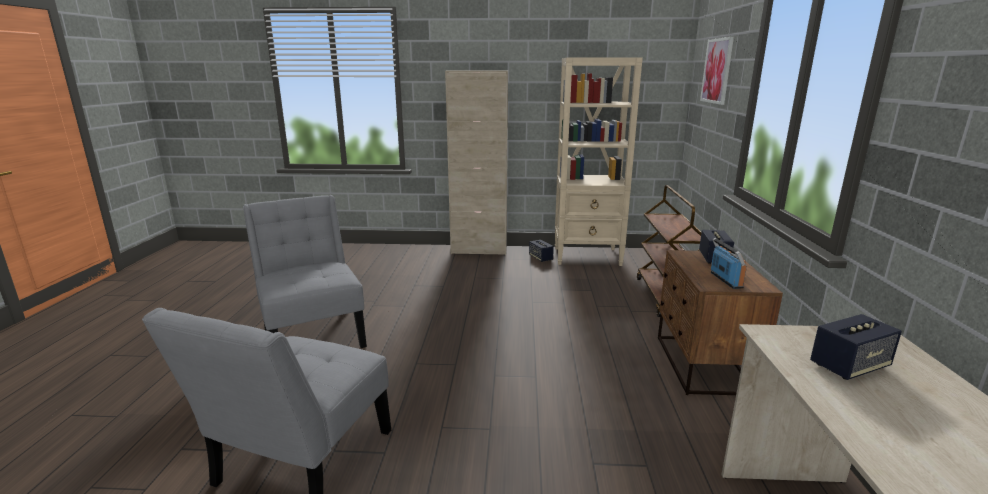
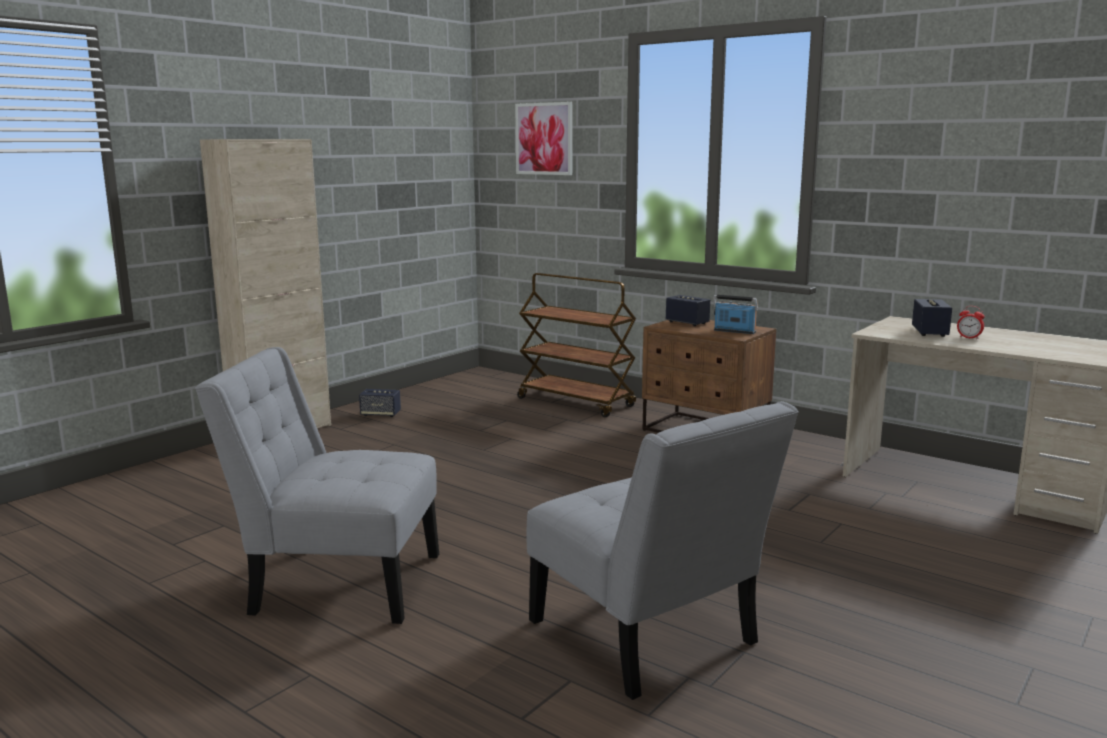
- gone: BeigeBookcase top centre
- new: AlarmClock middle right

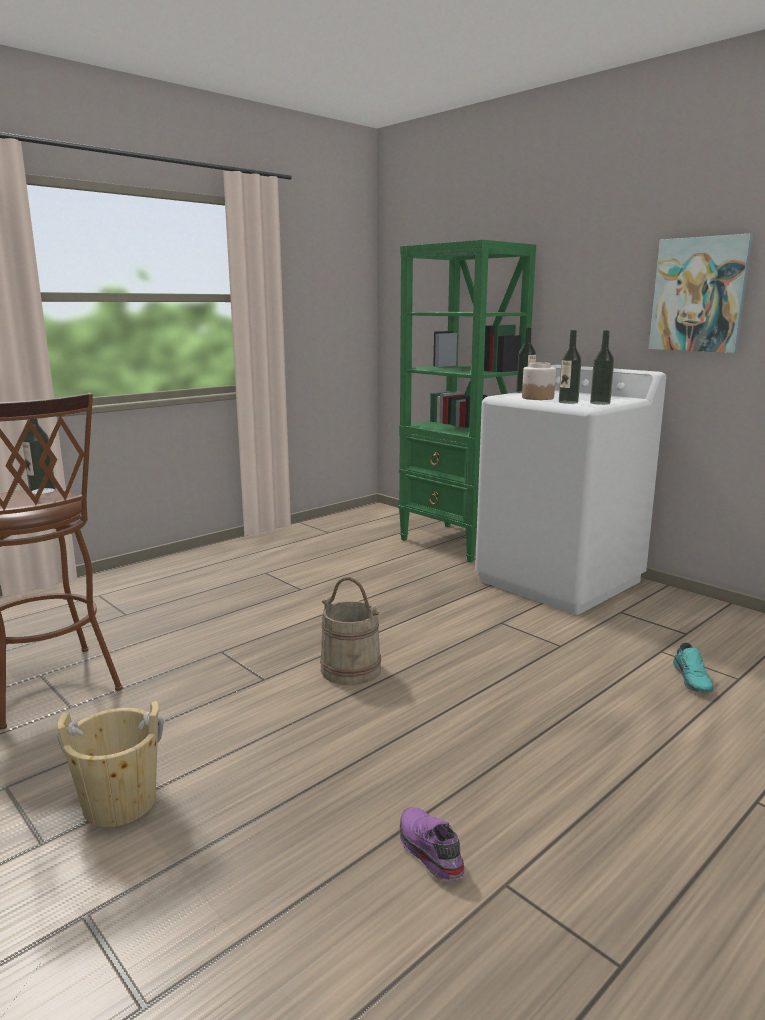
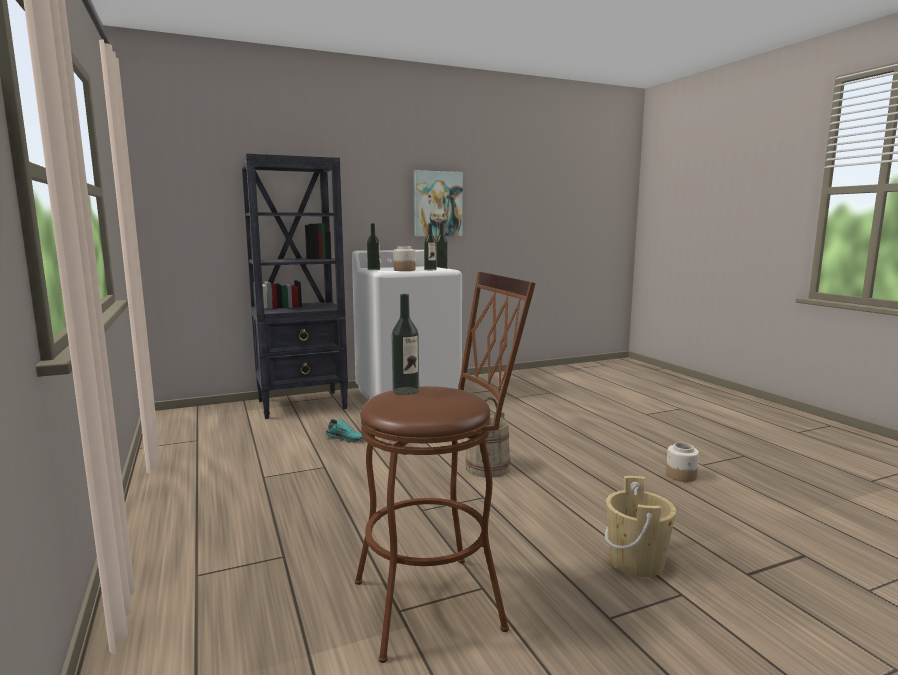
- repainted: GreenBookcase centre to BlackBookcase middle left
- shifted: TurquoiseShoe middle right to centre
- swapped: PurpleShoe bottom centre to Jar (no. 2 from left) bottom right

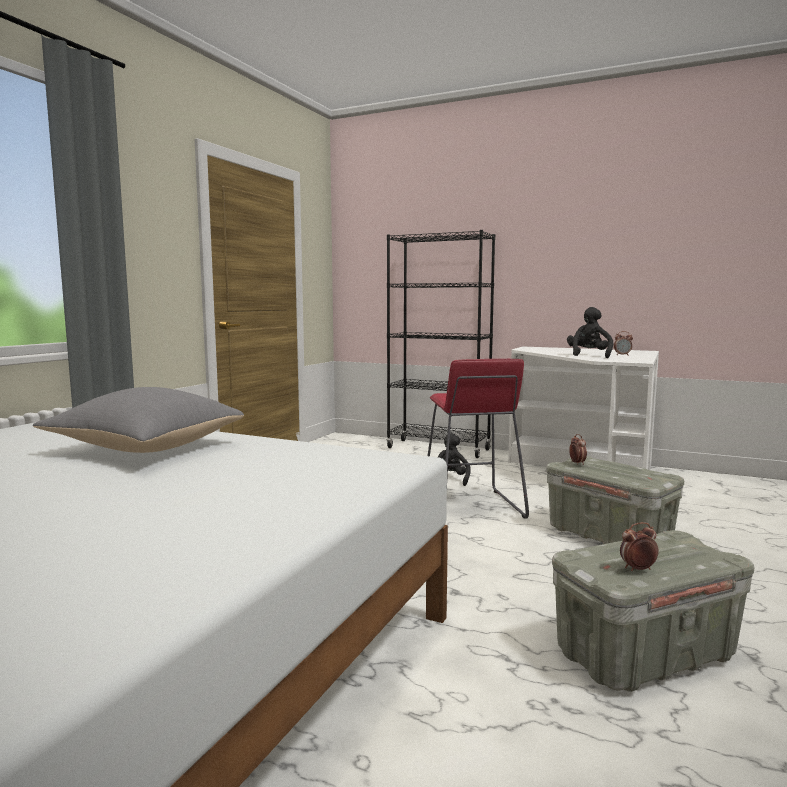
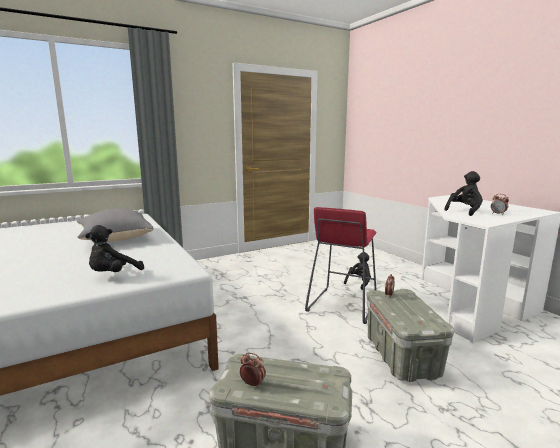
- gone: BlackBookcase centre
- new: BlackPlushToy (no. 1 from left) middle left

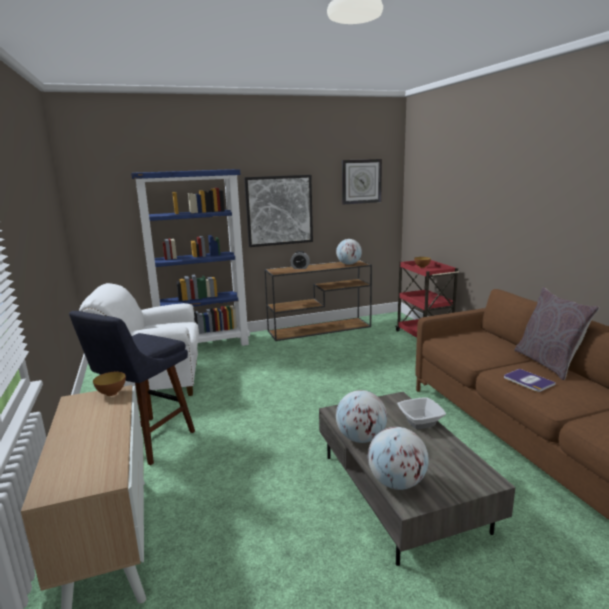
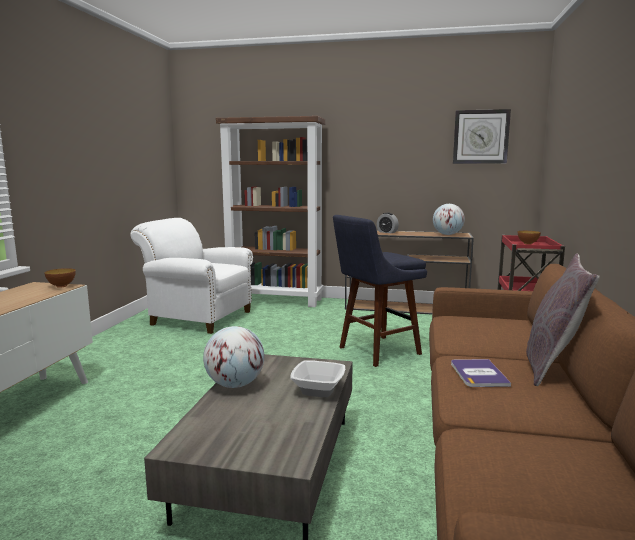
- repainted: BlueBookcase middle left to BrownBookcase centre
- gone: Picture centre
- shifted: BlueStool middle left to centre
- gone: Globe (no. 3 from left) bottom centre

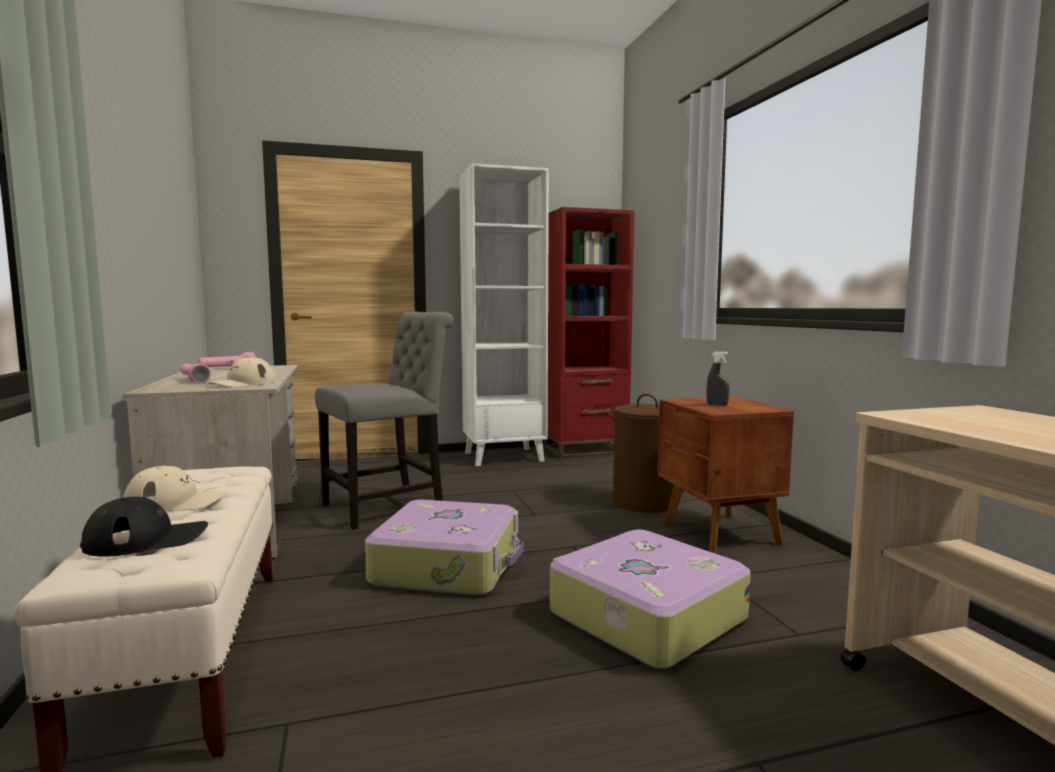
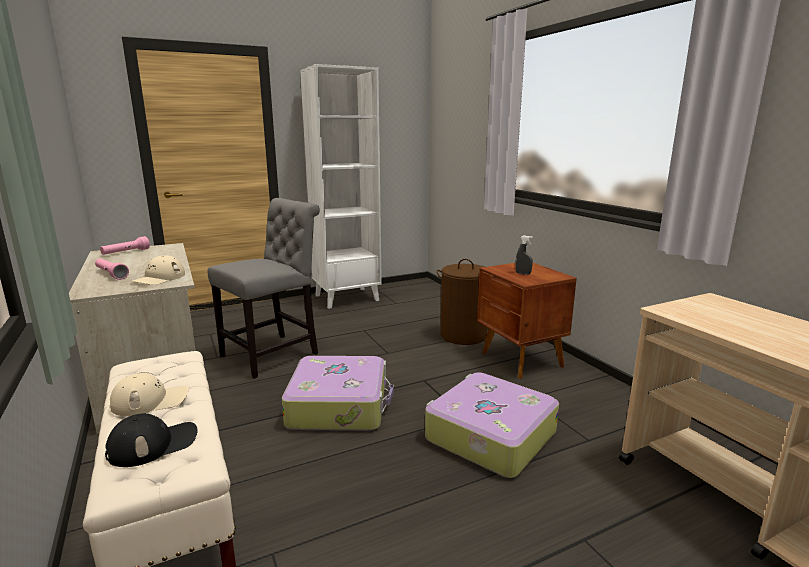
- gone: RedBookcase centre

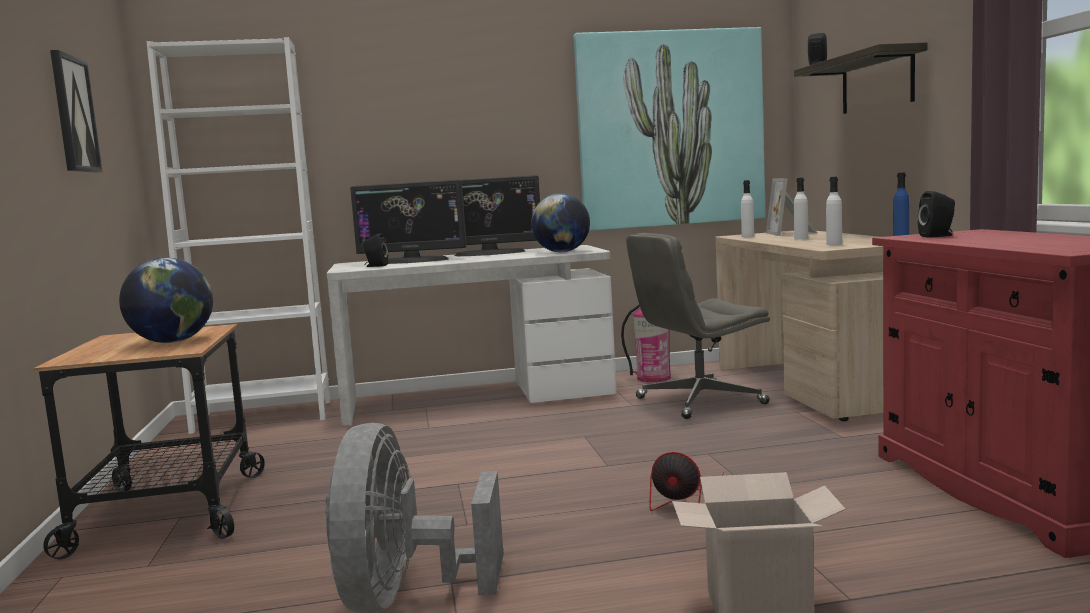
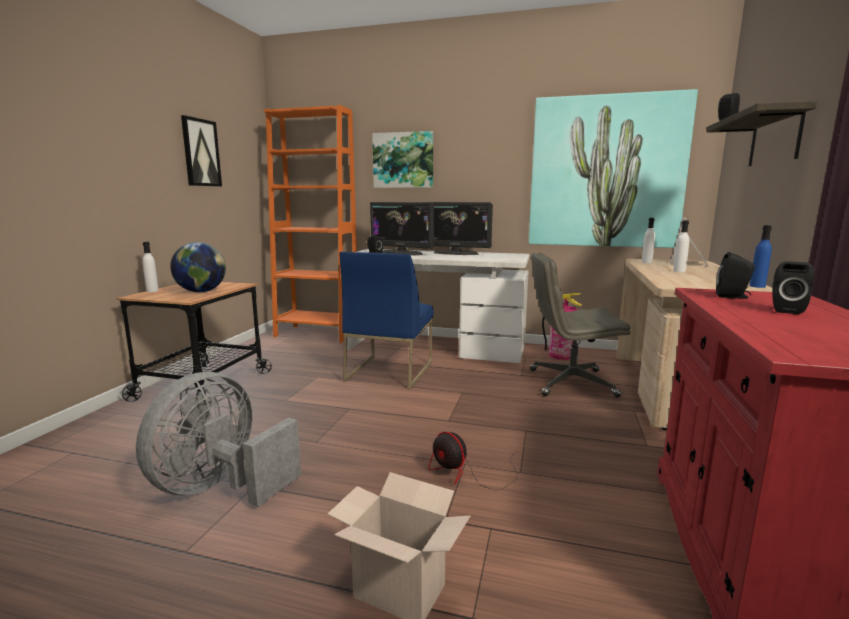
- repainted: WhiteBookcase middle left to OrangeBookcase centre
- shifted: WhiteBottle (no. 3 from left in the first image) middle right to WhiteBottle (no. 1 from left) middle left
- gone: Globe (no. 2 from left) centre
- new: Picture (no. 2 from left) top centre
- new: BlueChair centre
- new: BlackSpeaker (no. 4 from left) middle right

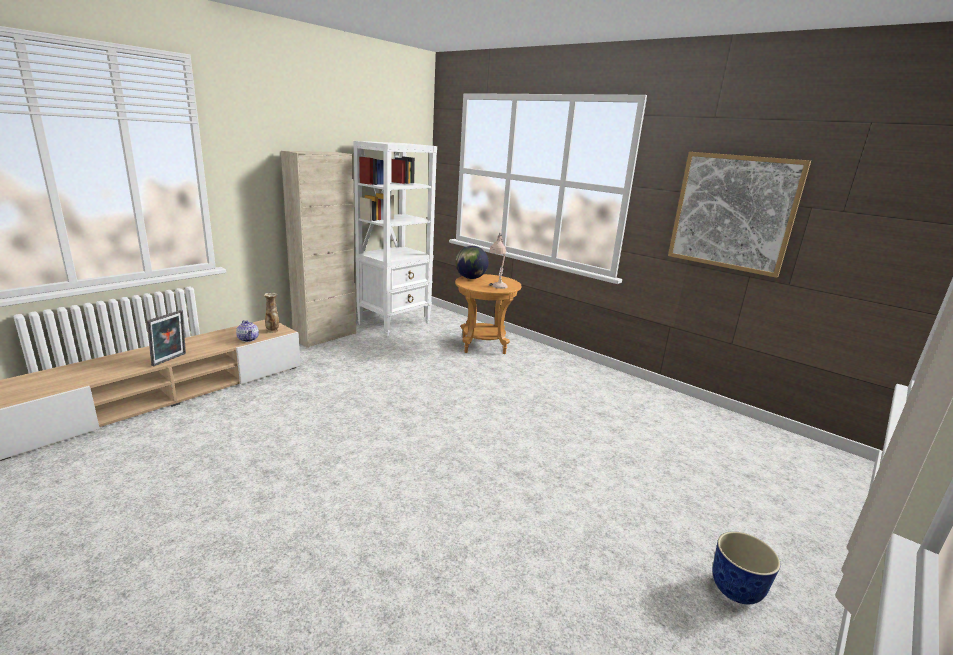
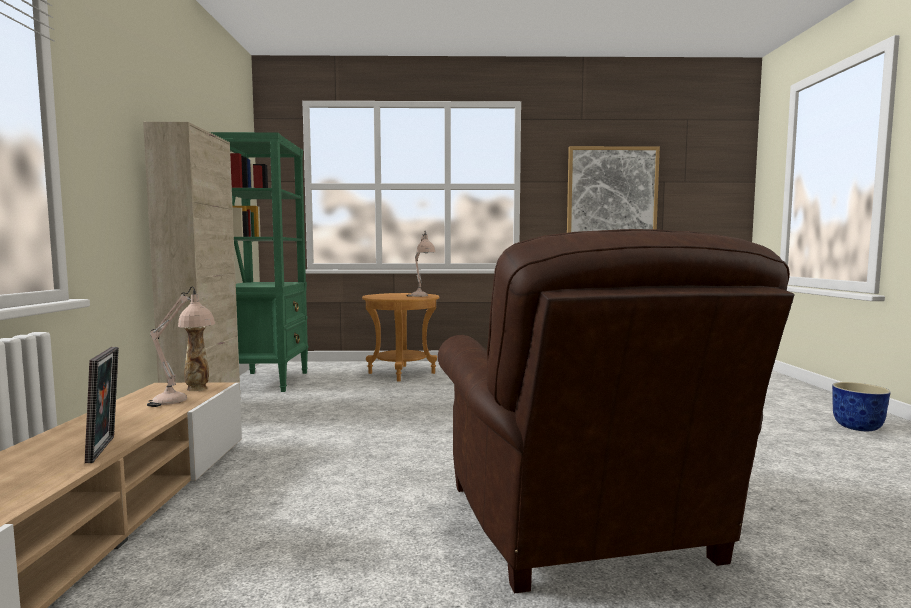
- repainted: WhiteBookcase centre to GreenBookcase middle left
- gone: Globe centre
- swapped: Teapot middle left to BeigeTableLamp (no. 1 from left) middle left
- new: BrownArmchair bottom right

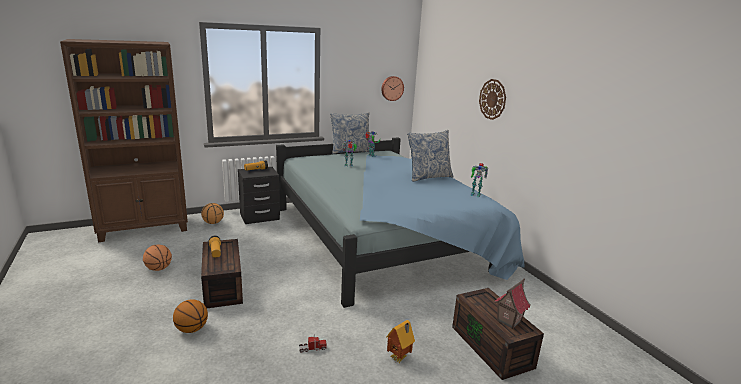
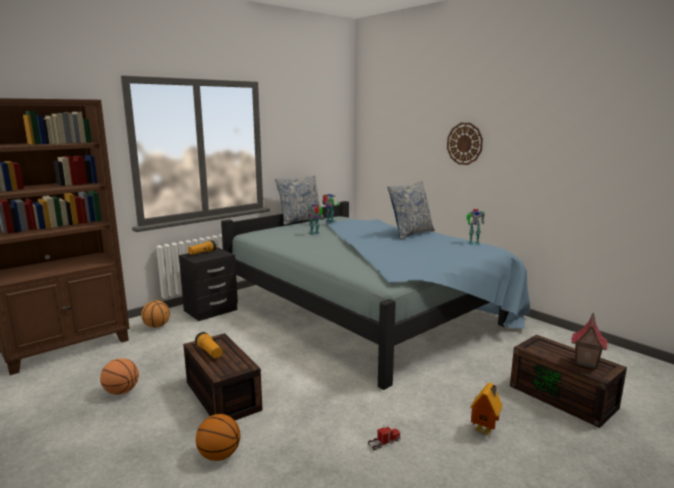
- gone: WallClock (no. 1 from left) top centre

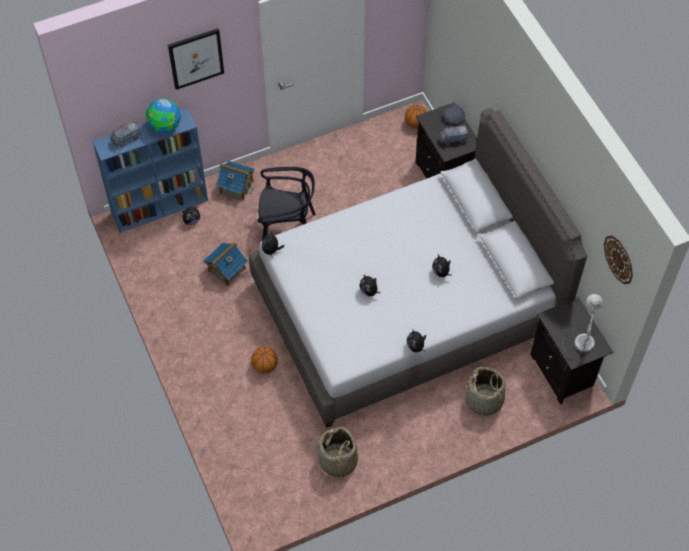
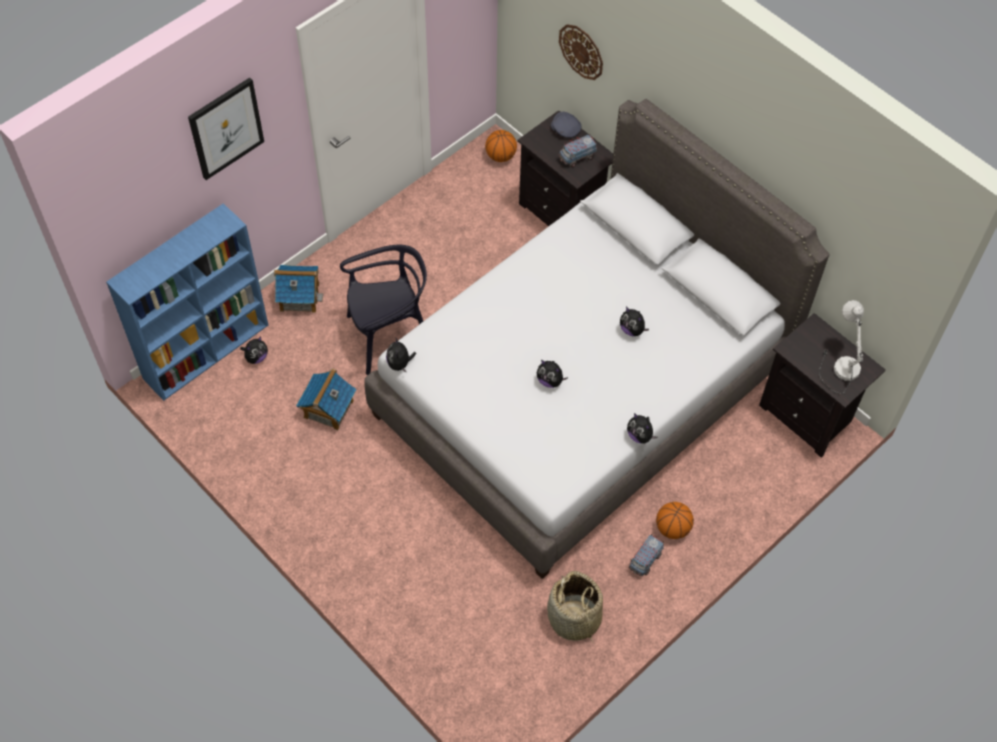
- gone: Globe top left
- shifted: ToyTruck (no. 1 from left in the first image) top left to ToyTruck (no. 2 from left) bottom centre
- shifted: WallClock middle right to top centre
- shifted: Basketball (no. 1 from left in the first image) centre to Basketball (no. 2 from left) bottom right
- gone: Basket (no. 2 from left) bottom right

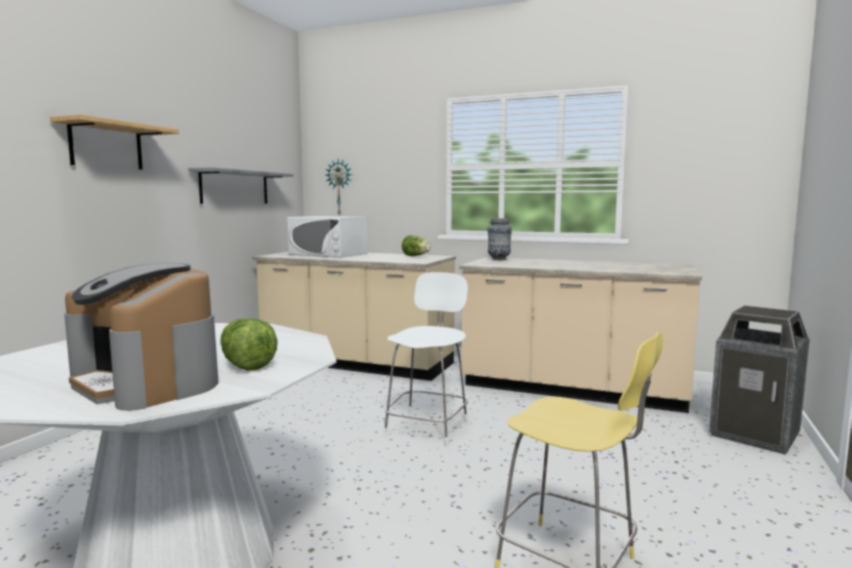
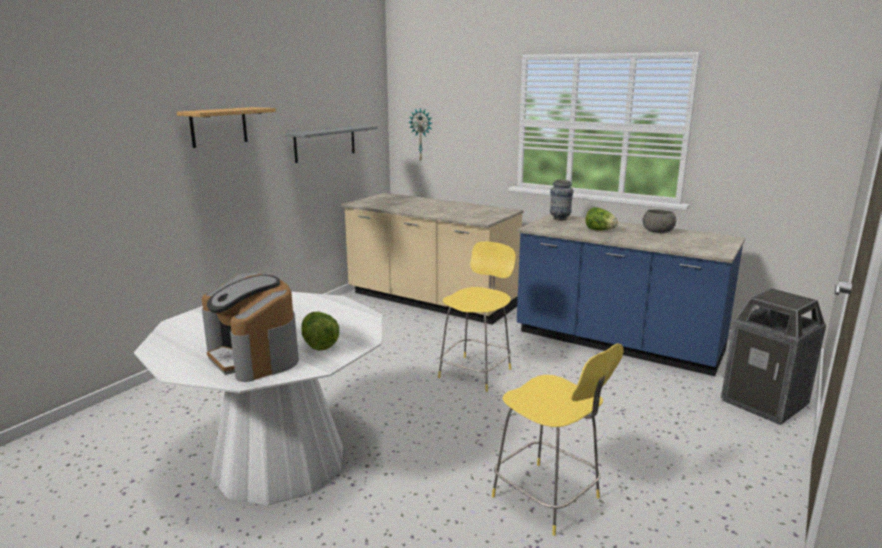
- gone: WhiteMicrowave centre
- shifted: Lettuce (no. 2 from left) centre to middle right
- repainted: BeigeCounter (no. 2 from left) middle right to BlueCounter middle right
- repainted: WhiteStool centre to YellowStool (no. 1 from left) centre
- new: GreyBowl middle right

